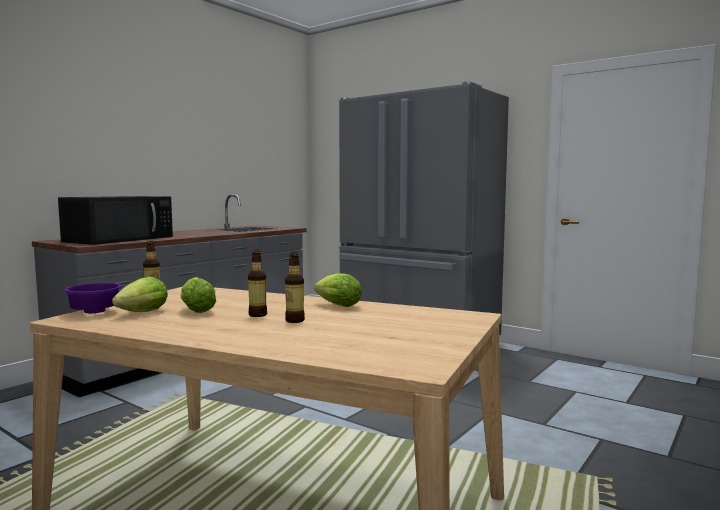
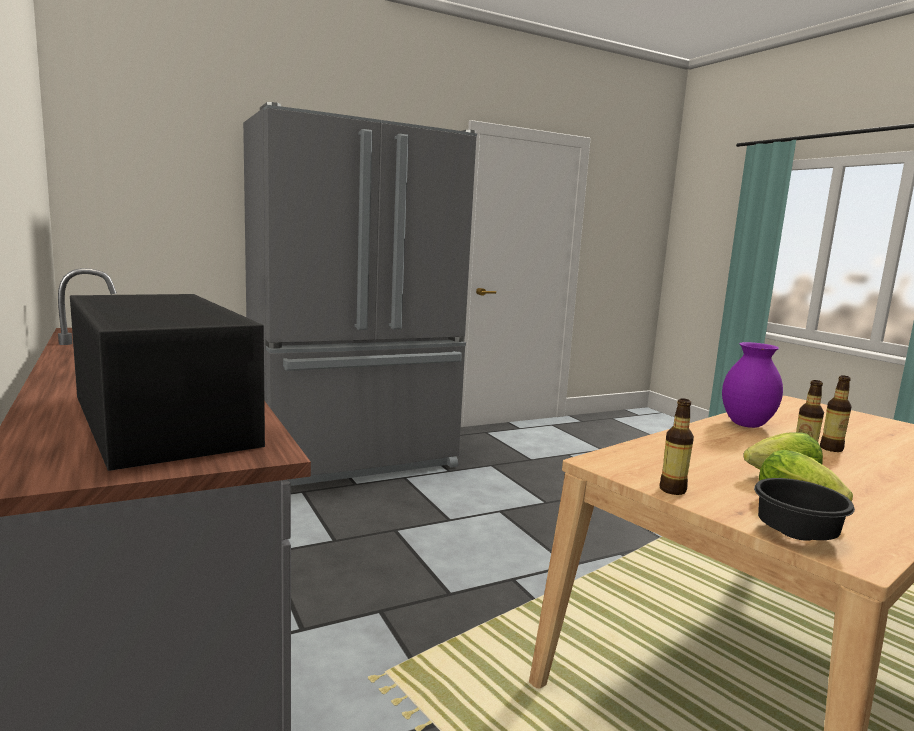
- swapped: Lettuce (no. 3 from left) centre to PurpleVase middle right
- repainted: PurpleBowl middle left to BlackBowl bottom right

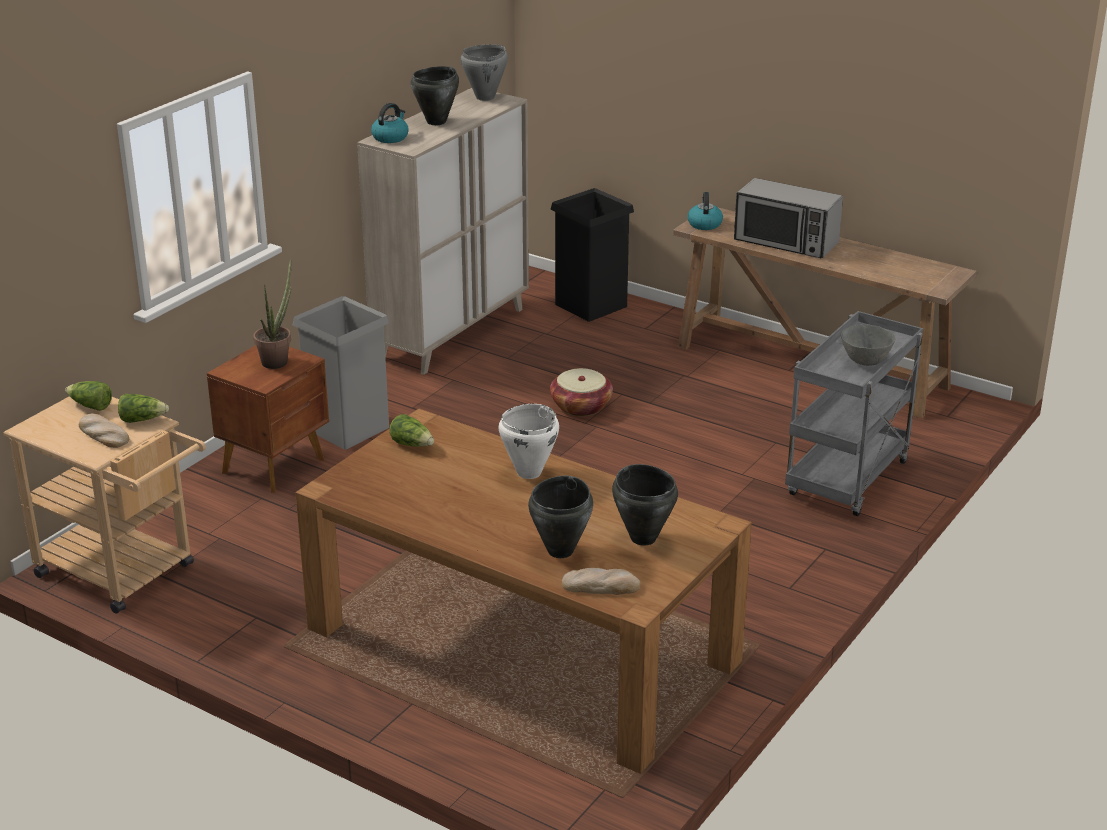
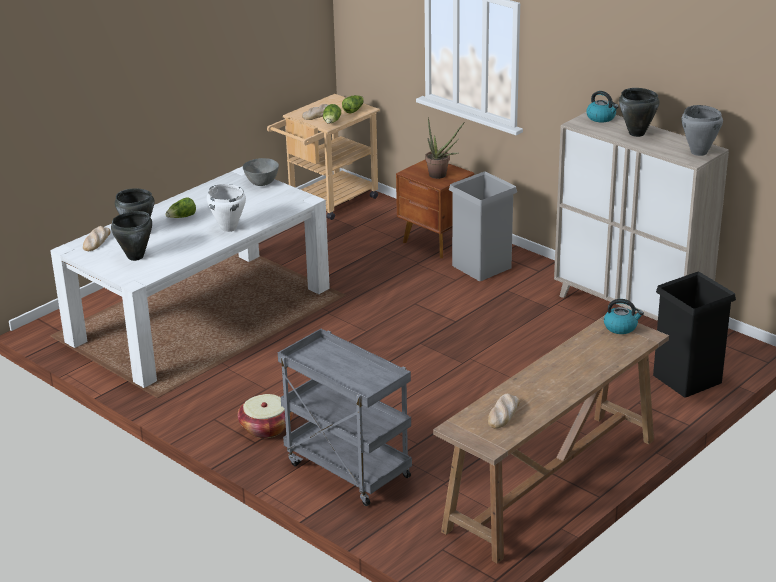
- gone: Microwave top right
- shifted: GreyBowl middle right to top centre
- shifted: Basket centre to bottom centre
- repainted: BrownDiningTable bottom centre to WhiteDiningTable middle left
- shifted: Lettuce (no. 3 from left in the first image) centre to Lettuce (no. 1 from left) middle left
- new: Bread (no. 3 from left) bottom centre

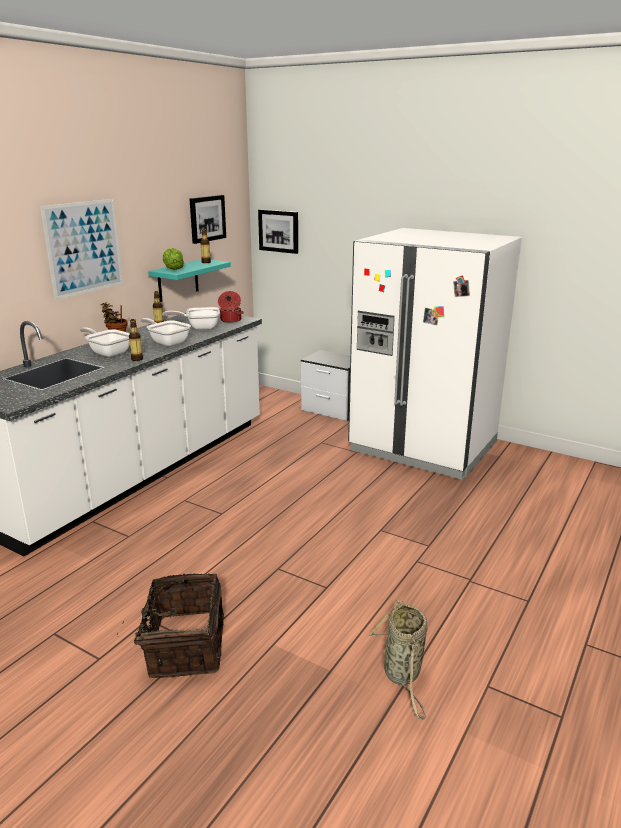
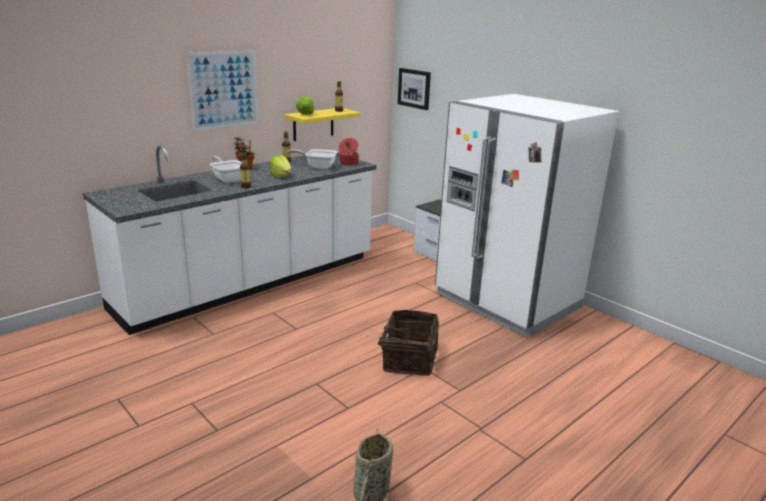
- gone: Picture (no. 2 from left) top centre
- repainted: TurquoiseShelf middle left to YellowShelf top centre
- swapped: FryingPan (no. 2 from left) middle left to Lettuce (no. 1 from left) top centre
- shifted: Basket (no. 1 from left in the first image) bottom left to Basket (no. 2 from left) bottom centre

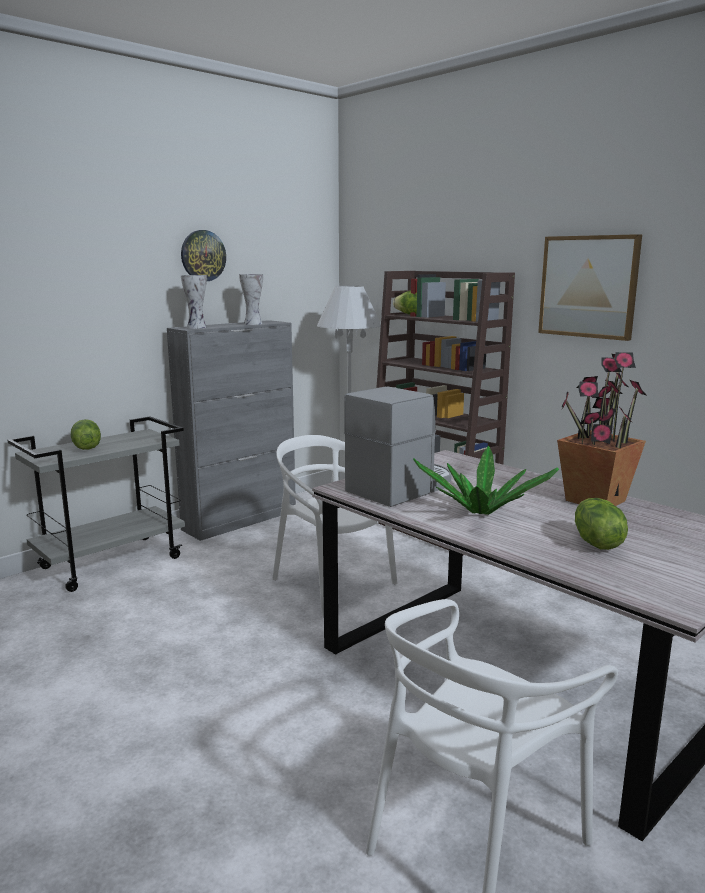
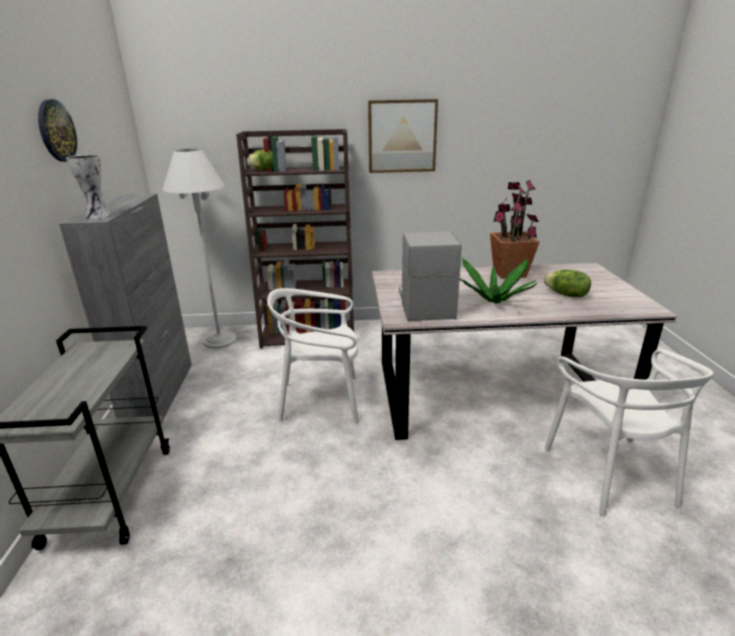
- gone: Vase (no. 2 from left) centre
- gone: Lettuce (no. 1 from left) middle left

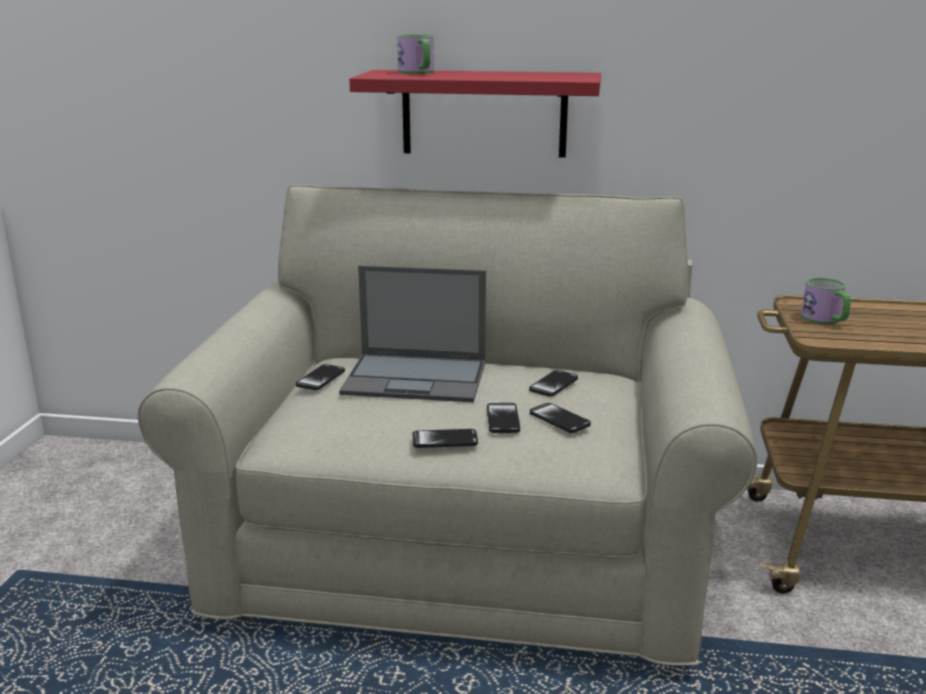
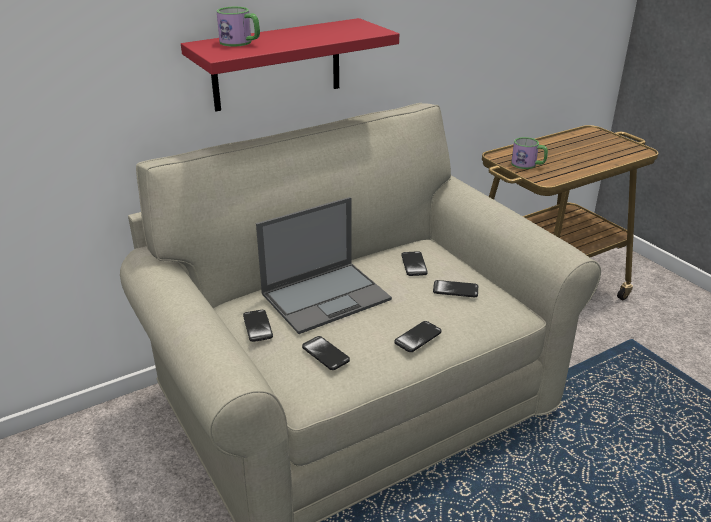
- shifted: Phone (no. 3 from left in the first image) centre to Phone (no. 2 from left) bottom centre

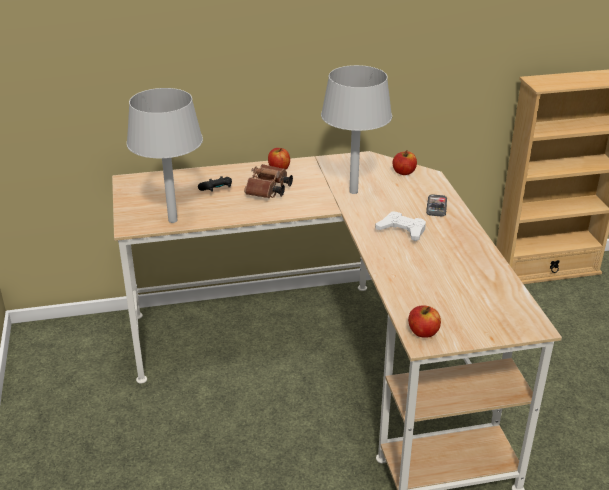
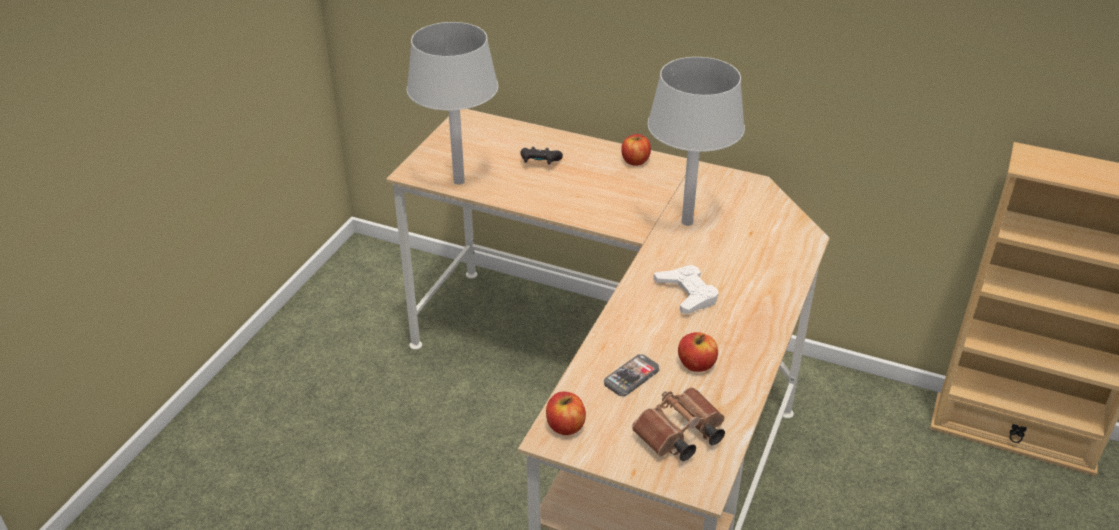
- shifted: Apple (no. 2 from left in the first image) top centre to Apple (no. 3 from left) centre
- shifted: BrownBinoculars centre to bottom centre
- shifted: Phone middle right to bottom centre

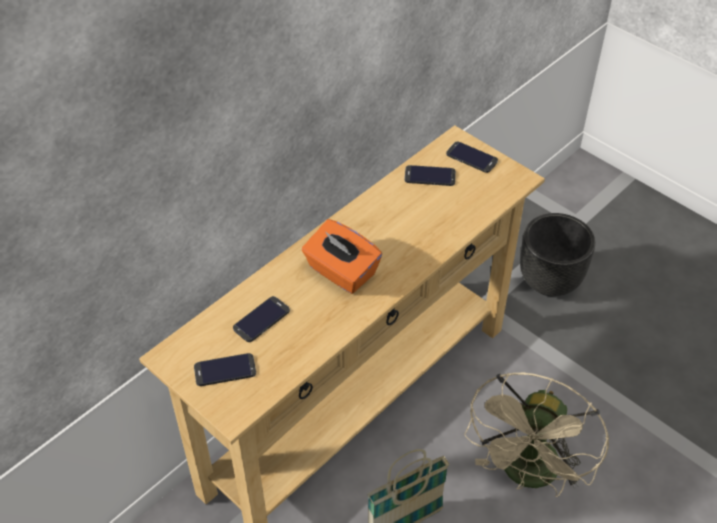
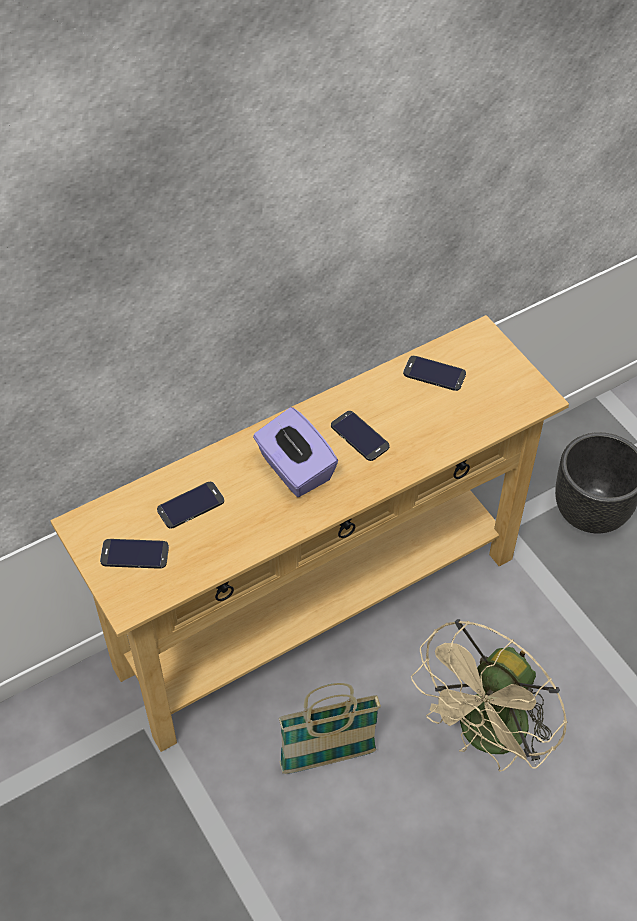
- shifted: Phone (no. 4 from left in the first image) top centre to Phone (no. 3 from left) centre
- repainted: OrangeTissueBox centre to PurpleTissueBox centre

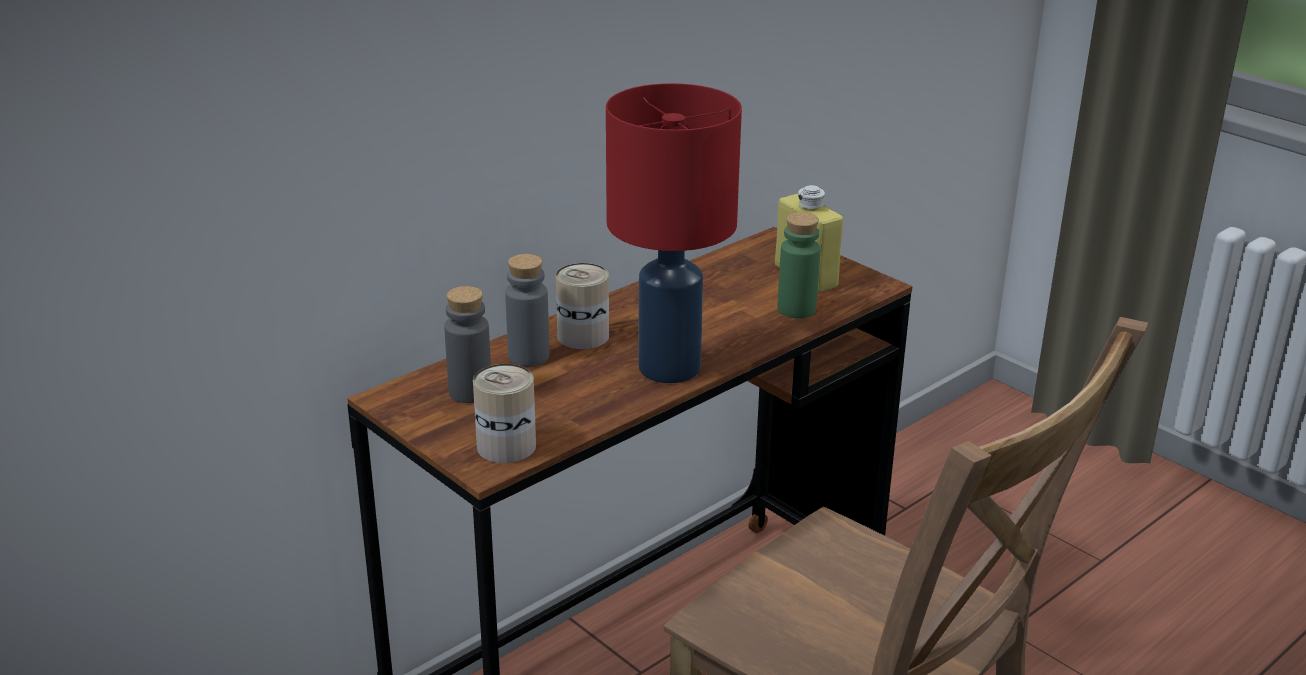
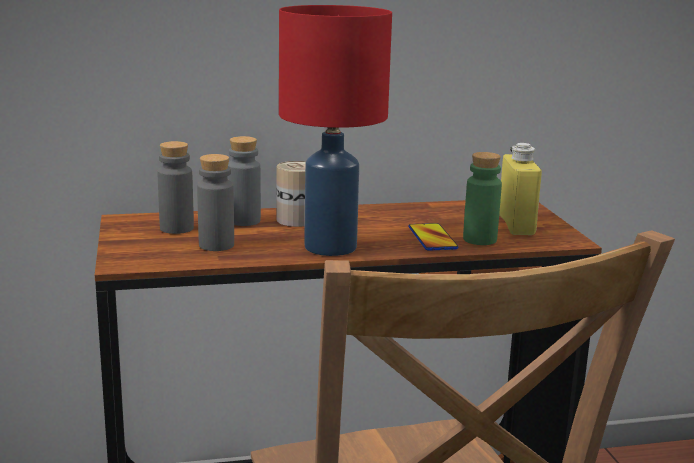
- gone: Can (no. 1 from left) centre
- new: GreyBottle (no. 2 from left) middle left
- new: Phone centre

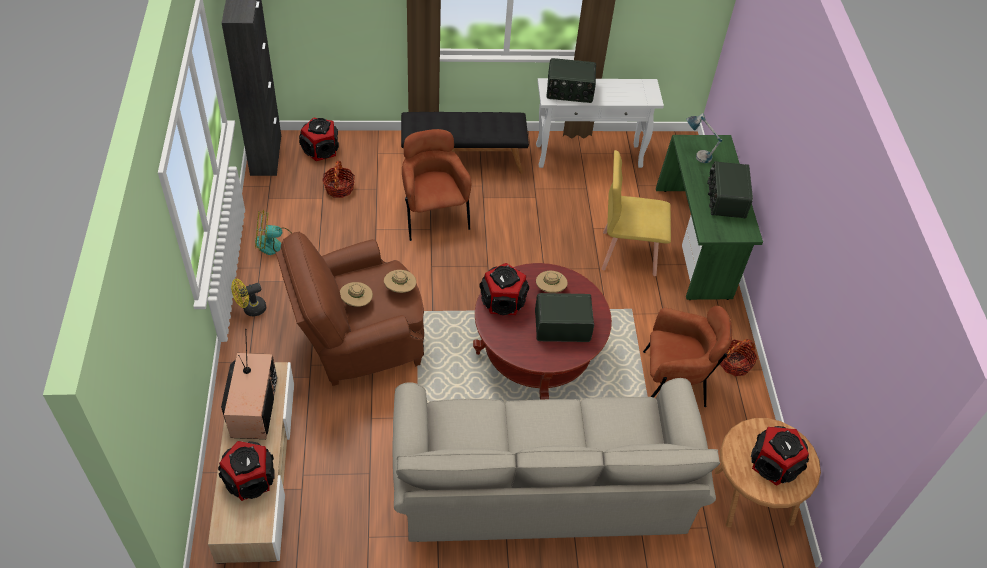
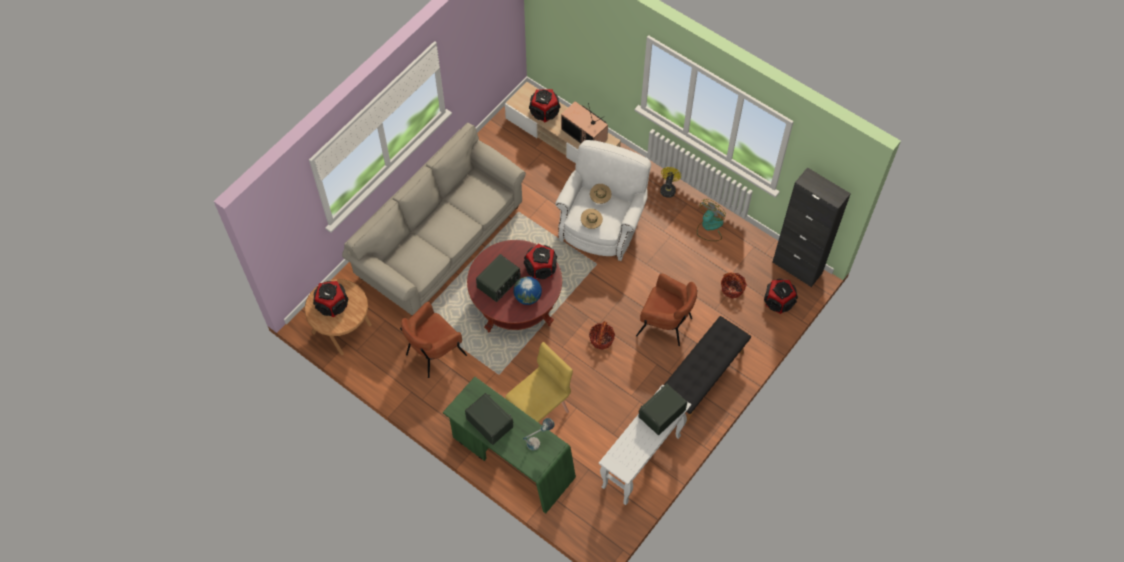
- repainted: BrownArmchair (no. 1 from left) centre to WhiteArmchair centre
- swapped: BeigeHat (no. 3 from left) centre to Globe centre
- shifted: Basket (no. 2 from left in the first image) middle right to Basket (no. 1 from left) centre

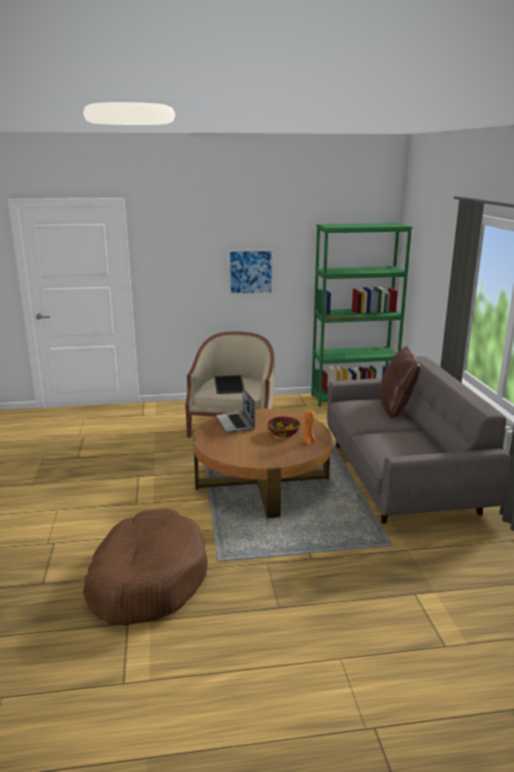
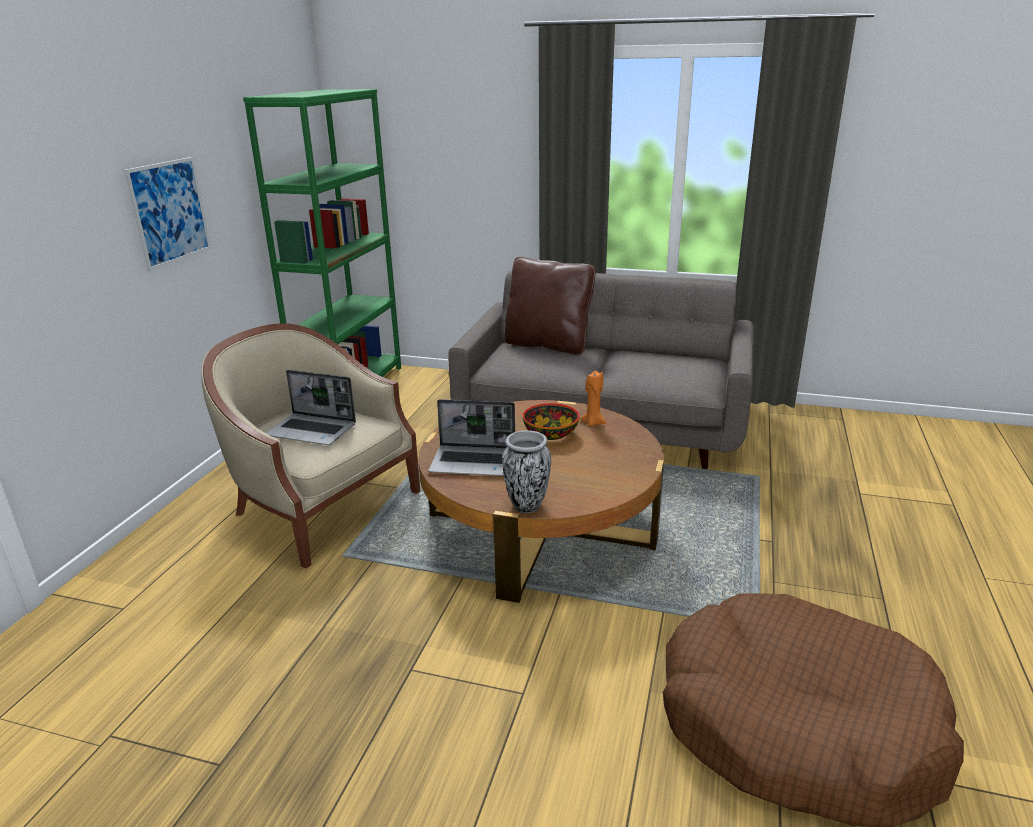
- swapped: Tray centre to Laptop (no. 1 from left) middle left
- new: Vase centre

